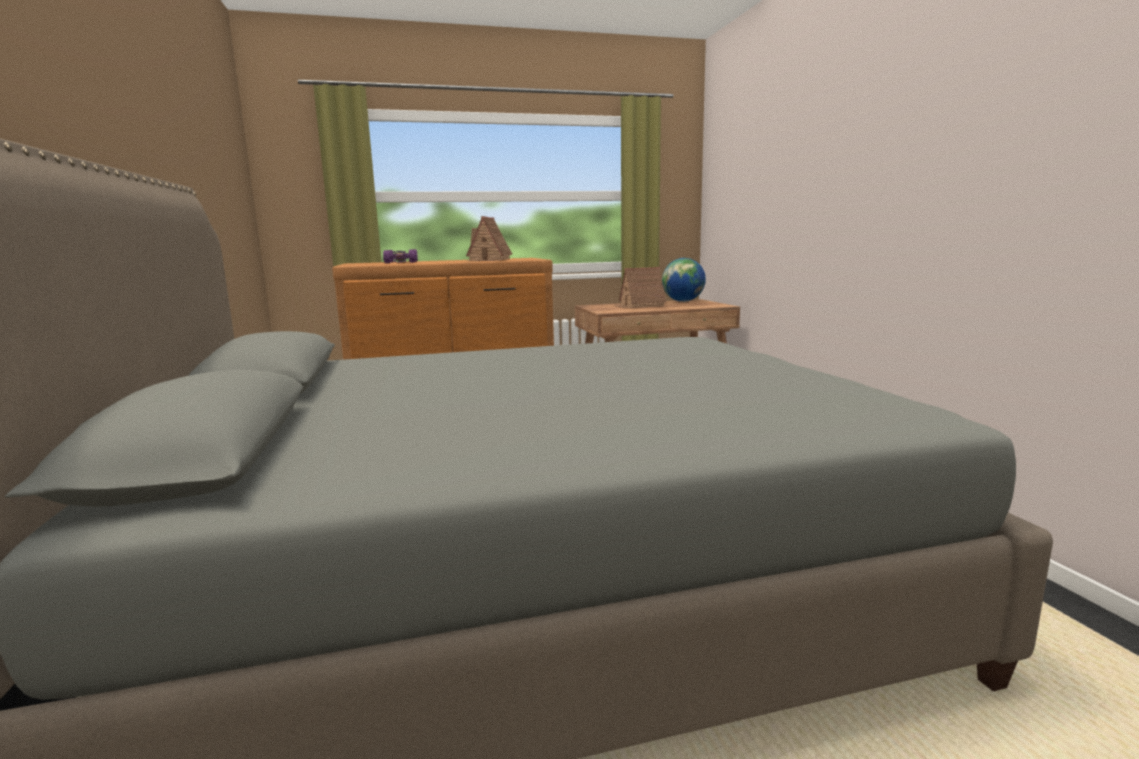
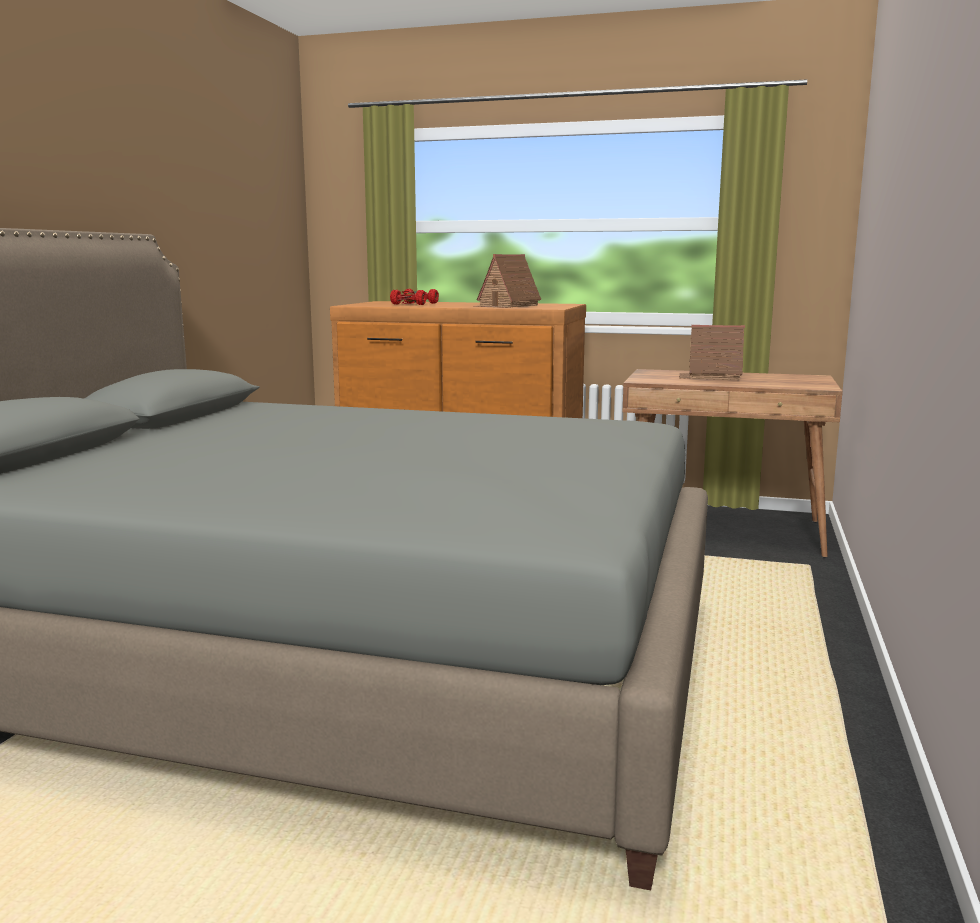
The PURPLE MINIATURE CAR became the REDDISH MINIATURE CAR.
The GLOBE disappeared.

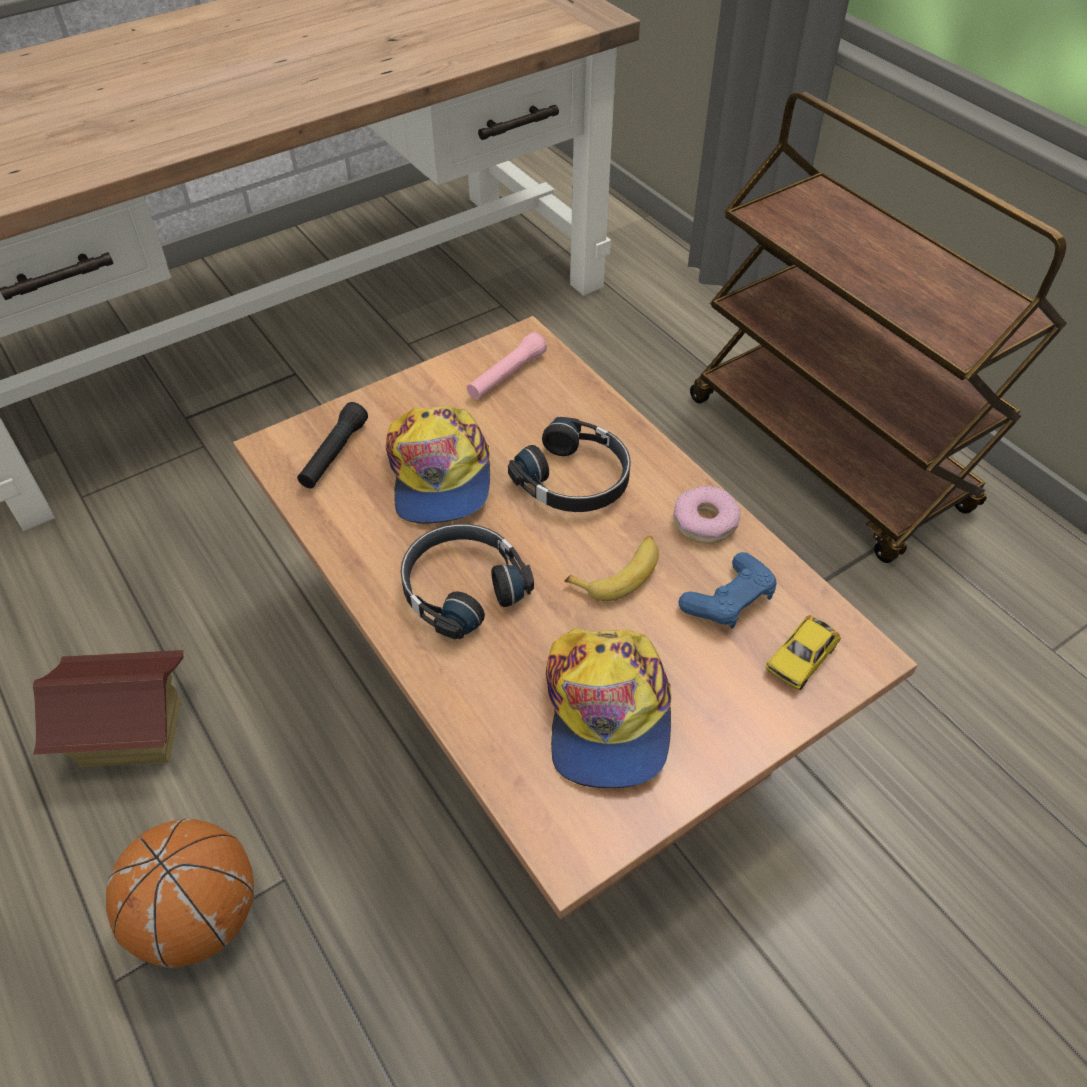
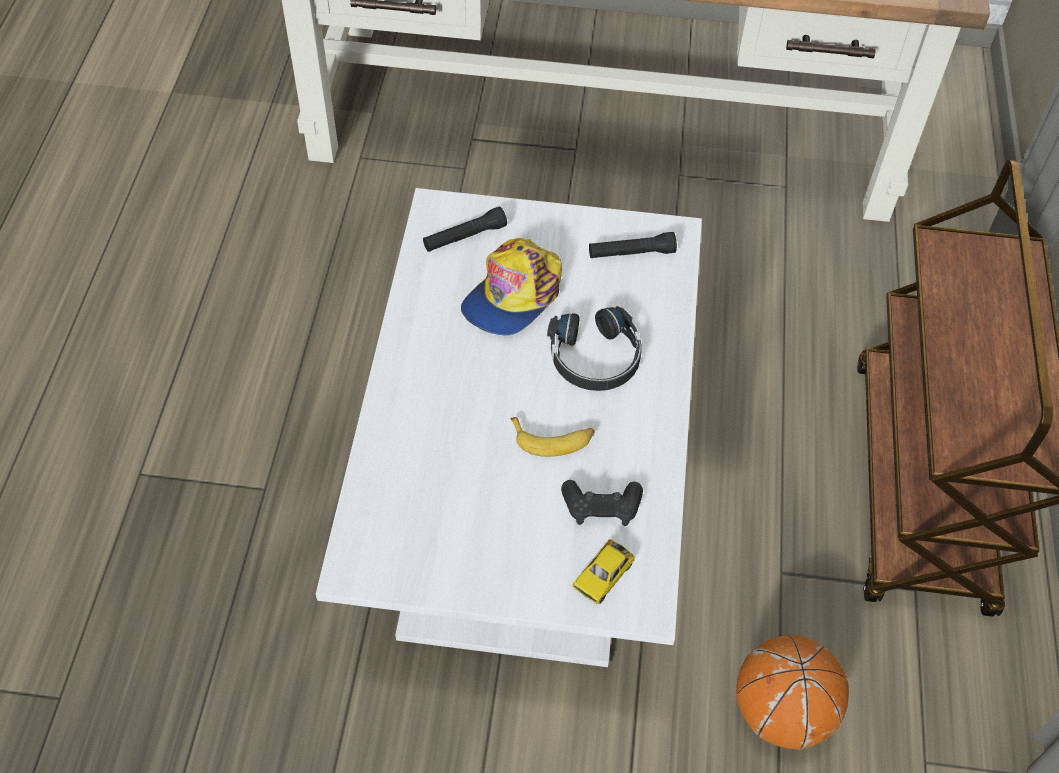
The BROWN-COLOURED COFFEE TABLE became the WHITISH COFFEE TABLE.
The BLUISH GAME CONTROLLER became the BLACKISH GAME CONTROLLER.
The MINIATURE CAR turned 45 degrees counterclockwise.
The PINKISH HAND TORCH became the BLACKISH HAND TORCH (2nd from left).
The BASKETBALL BALL moved.
The MINIATURE HOUSE disappeared.
The BLACKISH PAIR OF HEADPHONES (1st from left) disappeared.
The BASEBALL CAP (2nd from left) disappeared.
The DONUT disappeared.

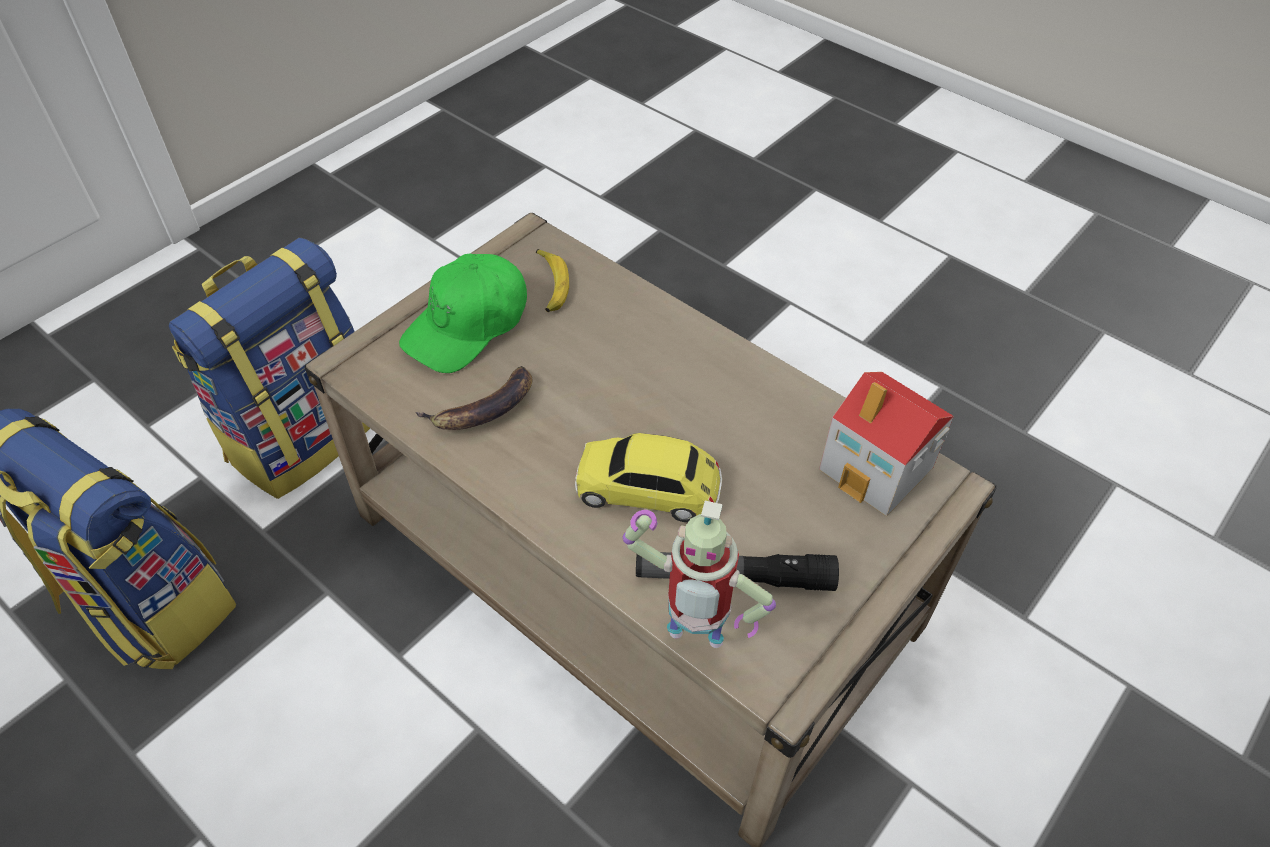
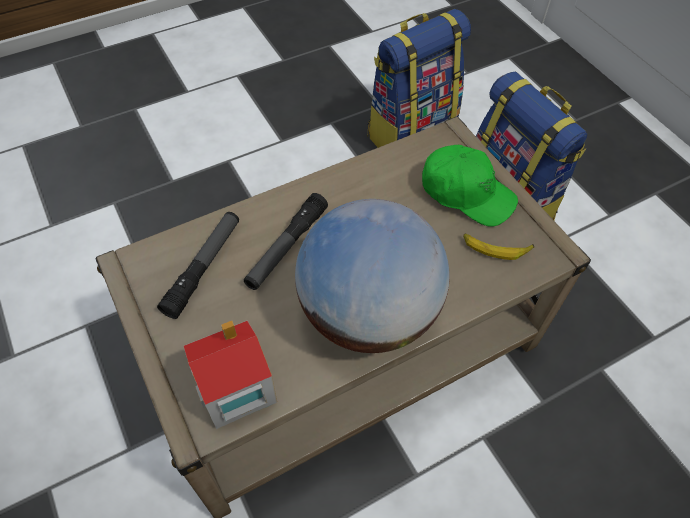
The MINIATURE CAR was replaced by the HAND TORCH (2nd from left).
The GLOBE appeared.
The GREEN-COLOURED BASEBALL CAP turned 150 degrees clockwise.
The WHOLE BANANA (1st from left) disappeared.
The ROBOT FIGURE disappeared.

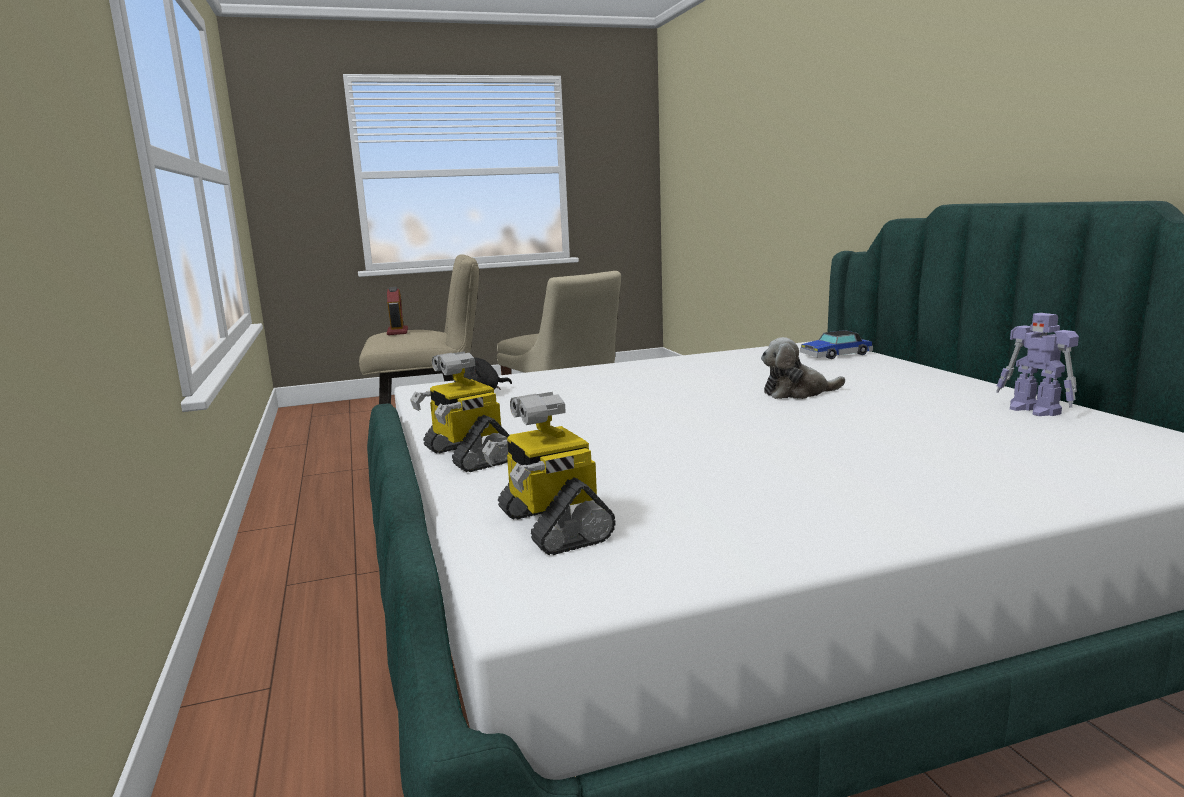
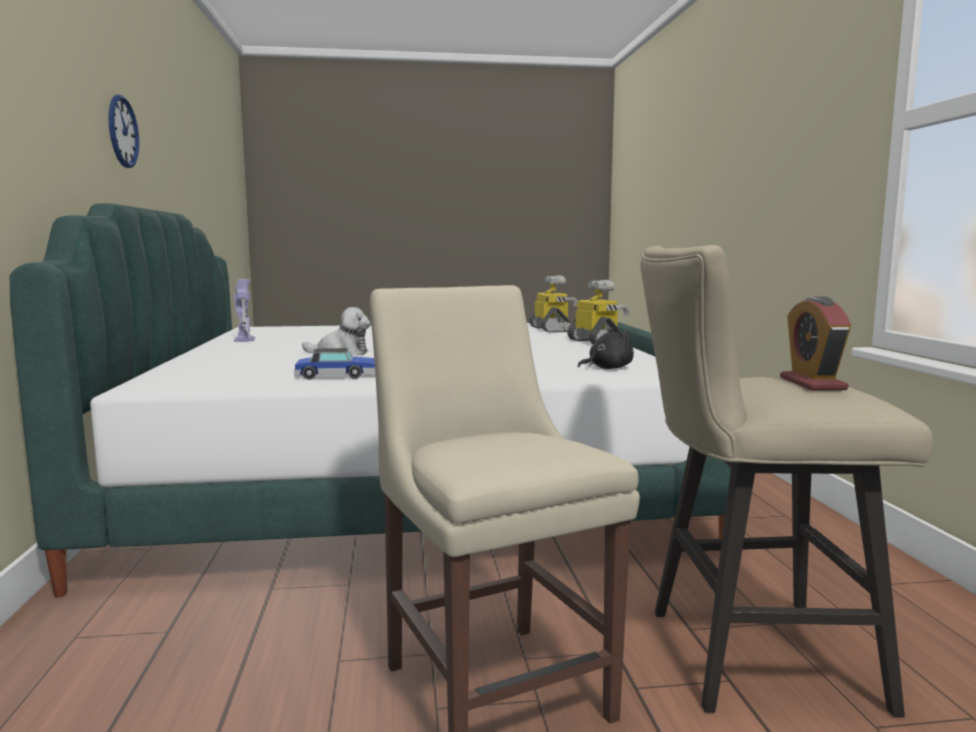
The HANGING CLOCK appeared.
The MINIATURE CAR moved.

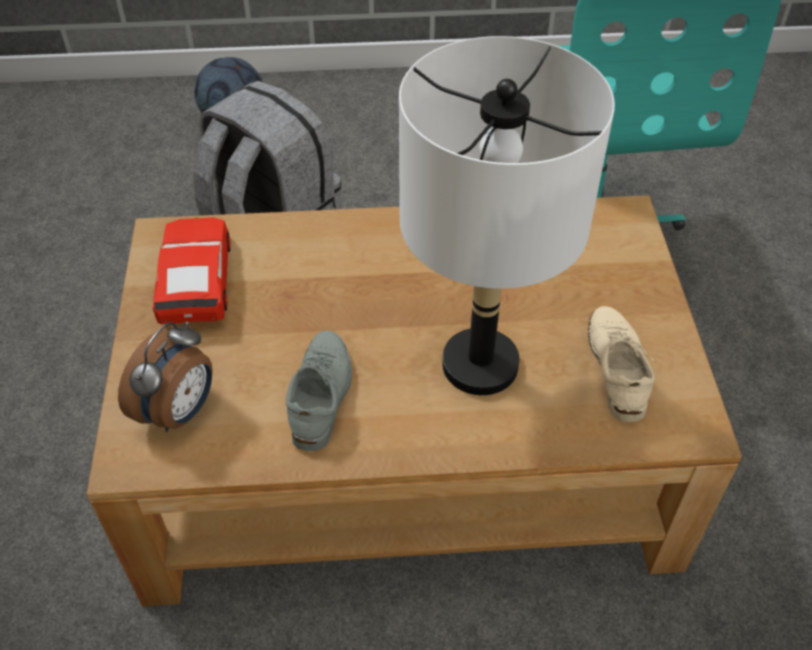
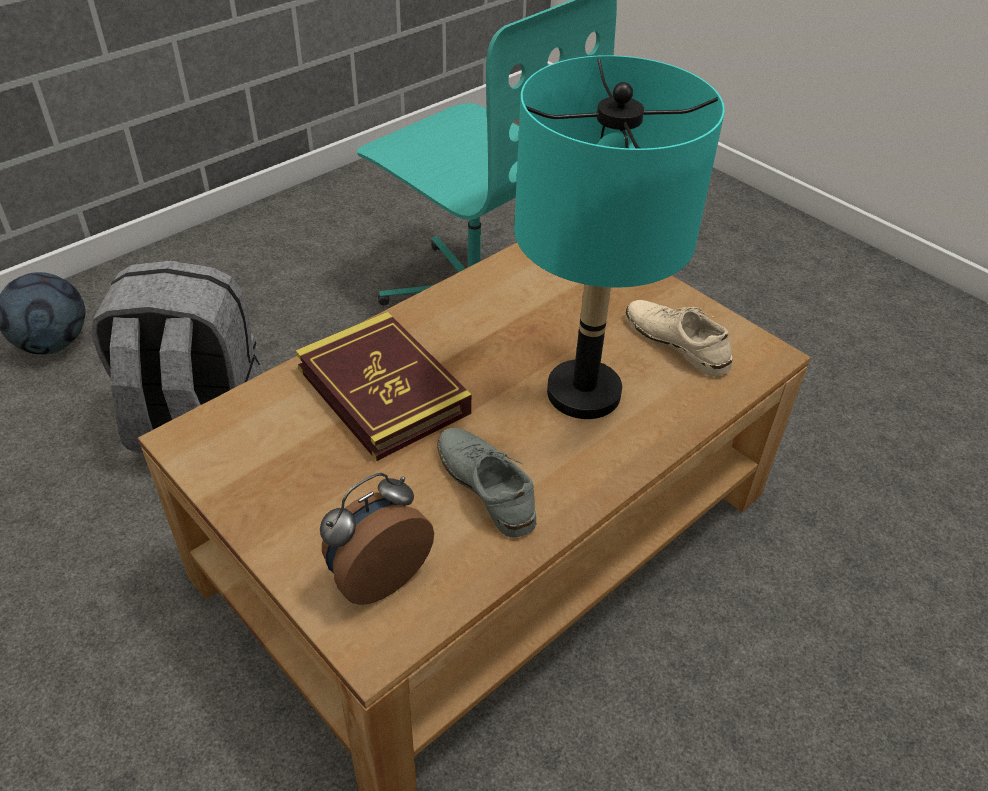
The BOOK appeared.
The ALARM CLOCK turned 120 degrees counterclockwise.
The WHITISH TABLETOP LAMP became the TURQUOISE-COLOURED TABLETOP LAMP.
The REDDISH MINIATURE CAR disappeared.

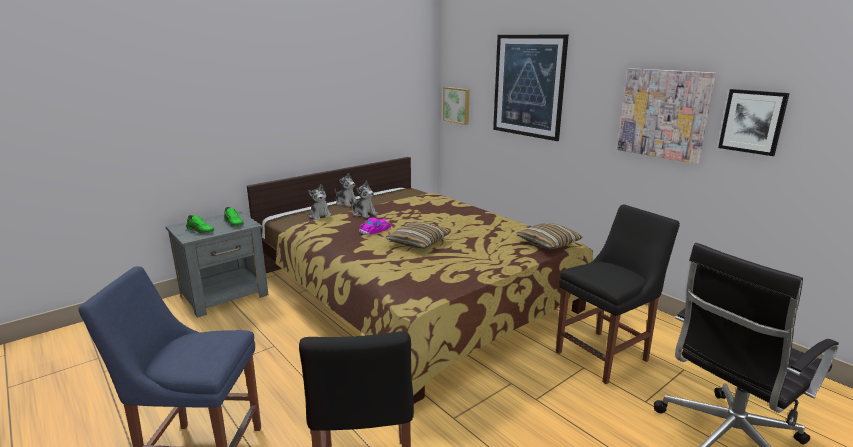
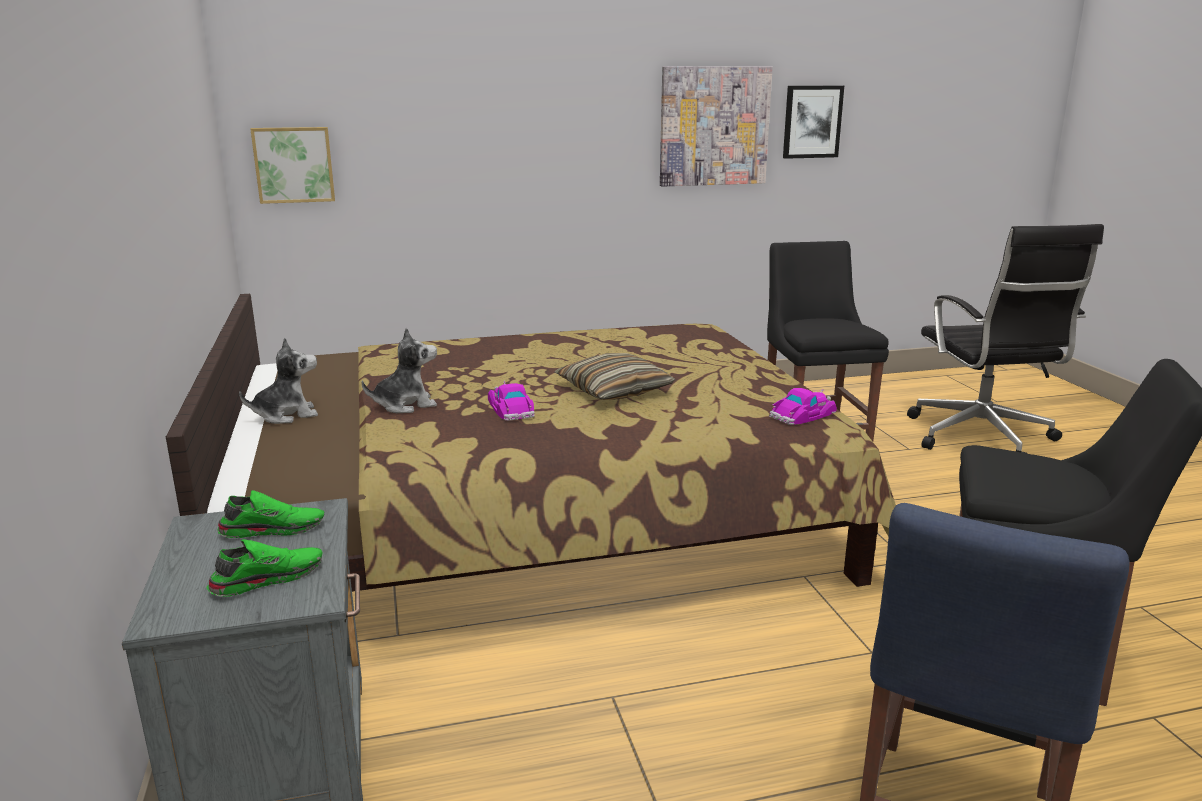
The MINIATURE CAR (2nd from left) appeared.
The CUDDLY TOY (1st from left) disappeared.
The WALL ART (2nd from left) disappeared.
The PILLOW (2nd from left) disappeared.

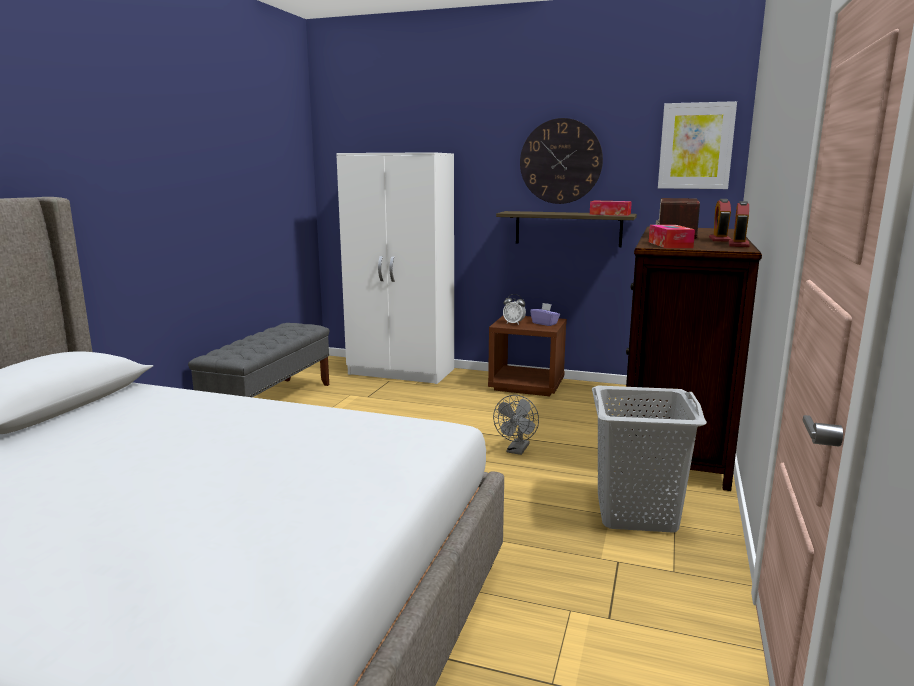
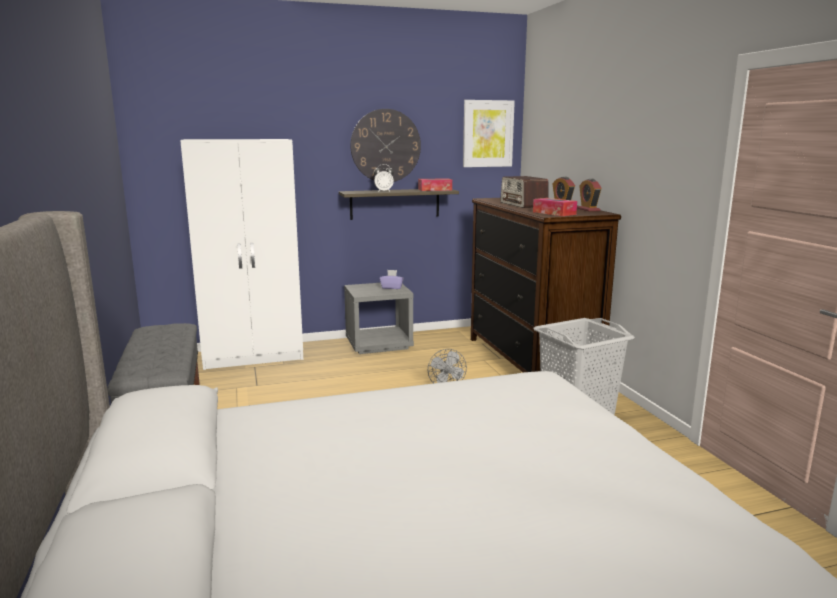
The BROWN-COLOURED NIGHT TABLE became the GREY NIGHT TABLE.
The ALARM CLOCK (1st from left) moved.

